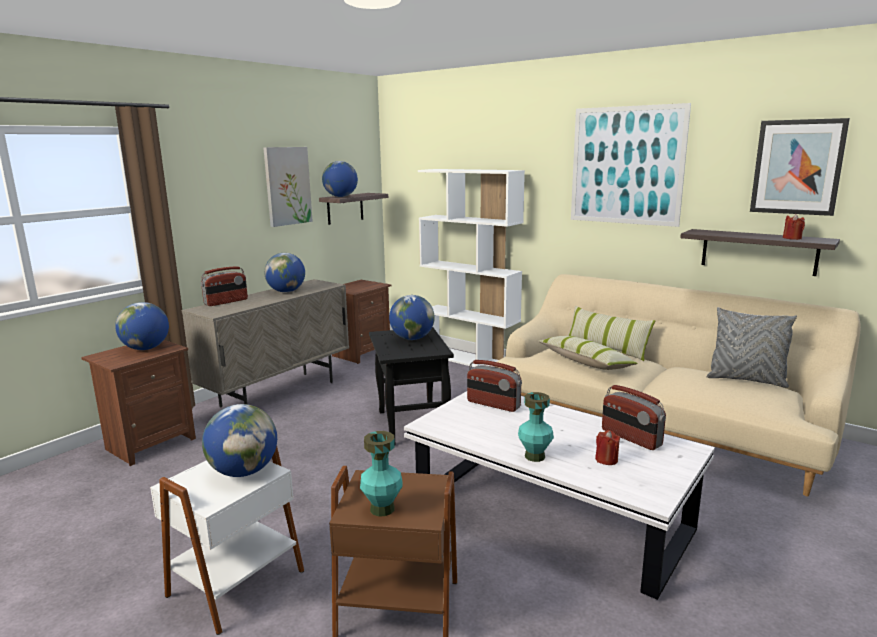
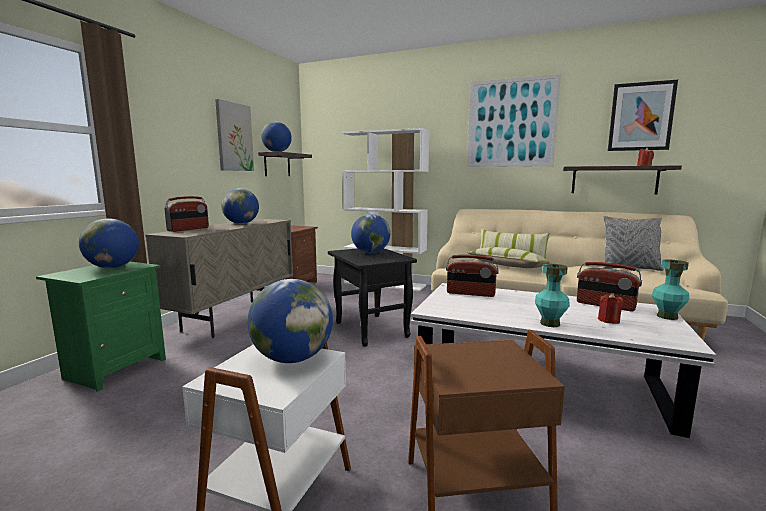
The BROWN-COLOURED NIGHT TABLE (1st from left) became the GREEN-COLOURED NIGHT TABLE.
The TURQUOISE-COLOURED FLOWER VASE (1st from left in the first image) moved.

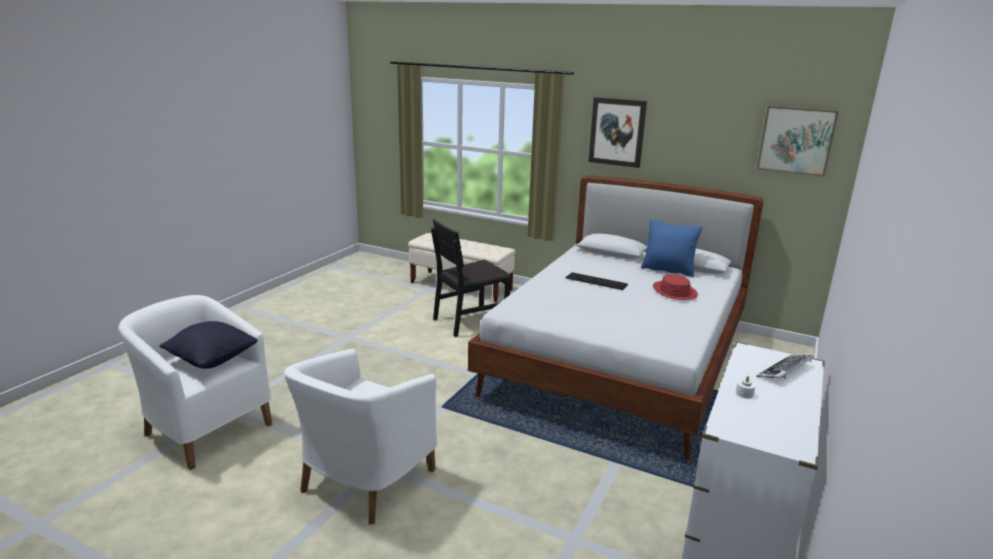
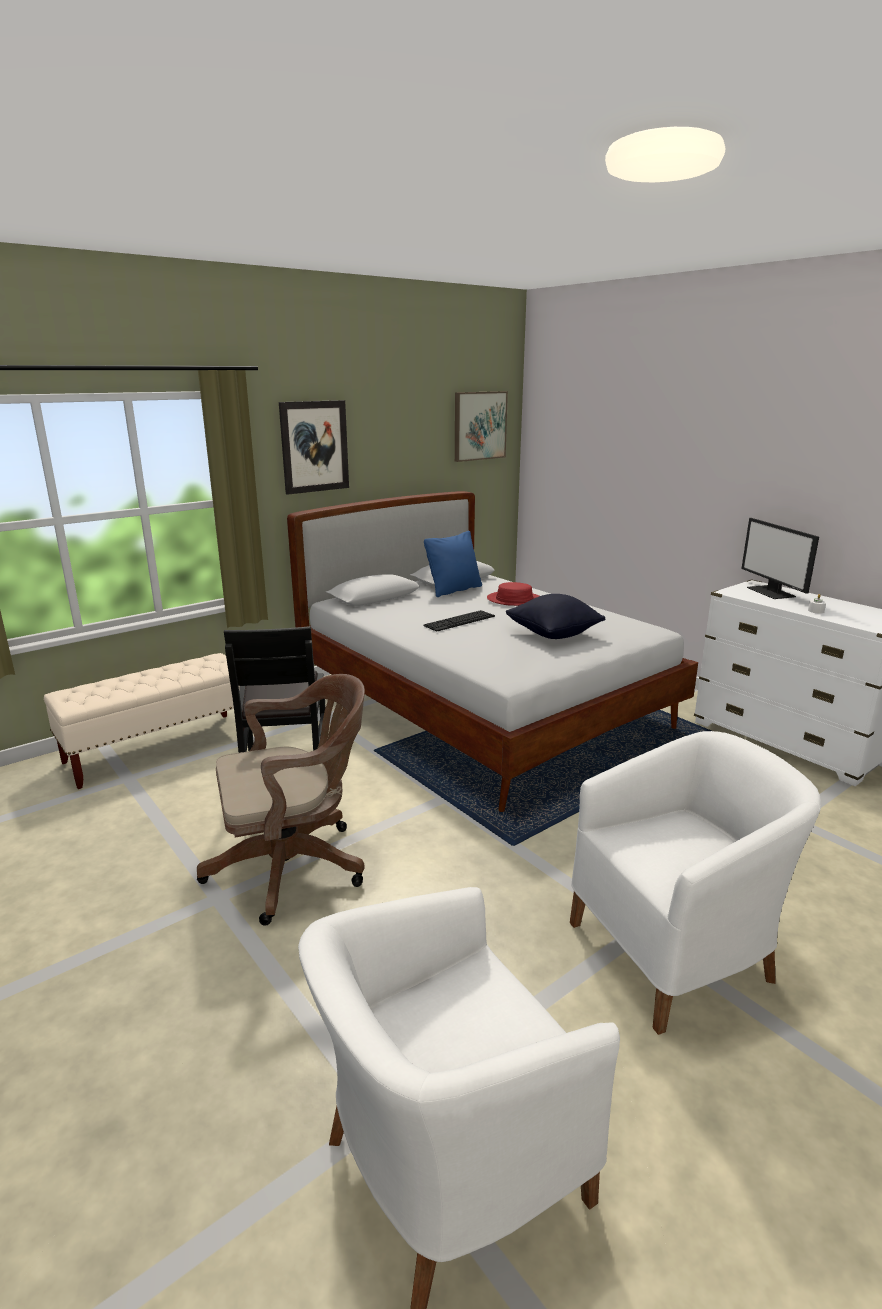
The BROWN-COLOURED OFFICE CHAIR appeared.
The BLACKISH PILLOW moved.
The WHITISH EASY CHAIR (2nd from left) turned 75 degrees counterclockwise.
The PC KEYBOARD (2nd from left) was replaced by the COMPUTER SCREEN.

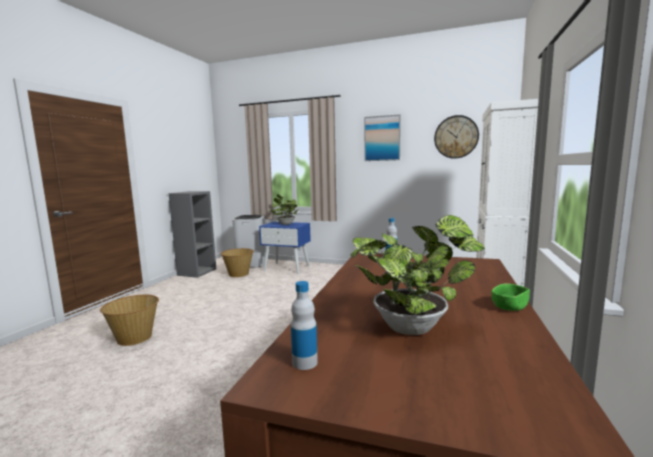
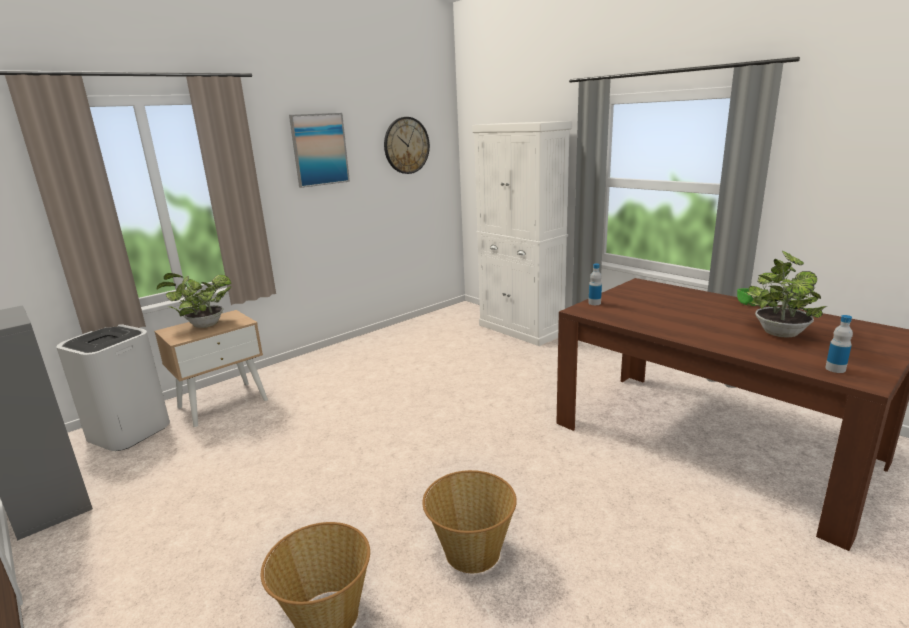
The BLUISH NIGHT TABLE became the BEIGE NIGHT TABLE.
The HOUSEHOLD BASKET (2nd from left) moved.

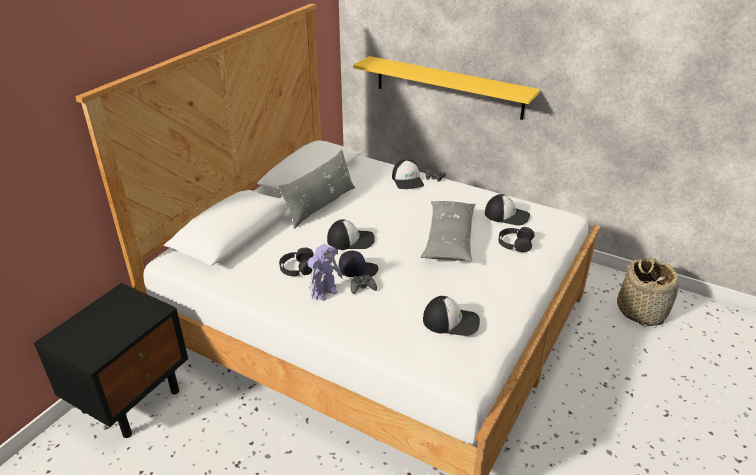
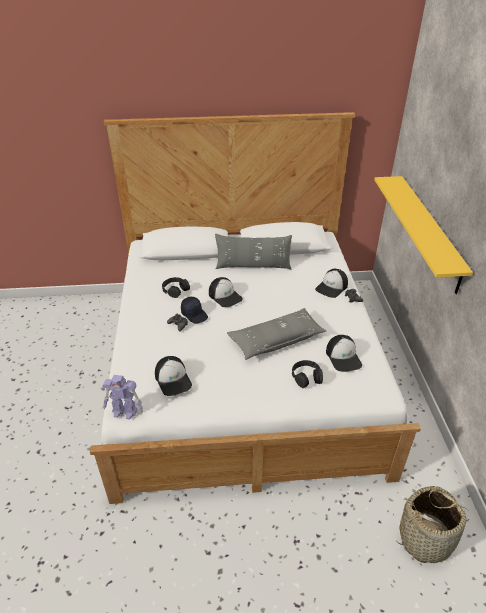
The ROBOT FIGURE moved.
The BLACKISH NIGHT TABLE disappeared.

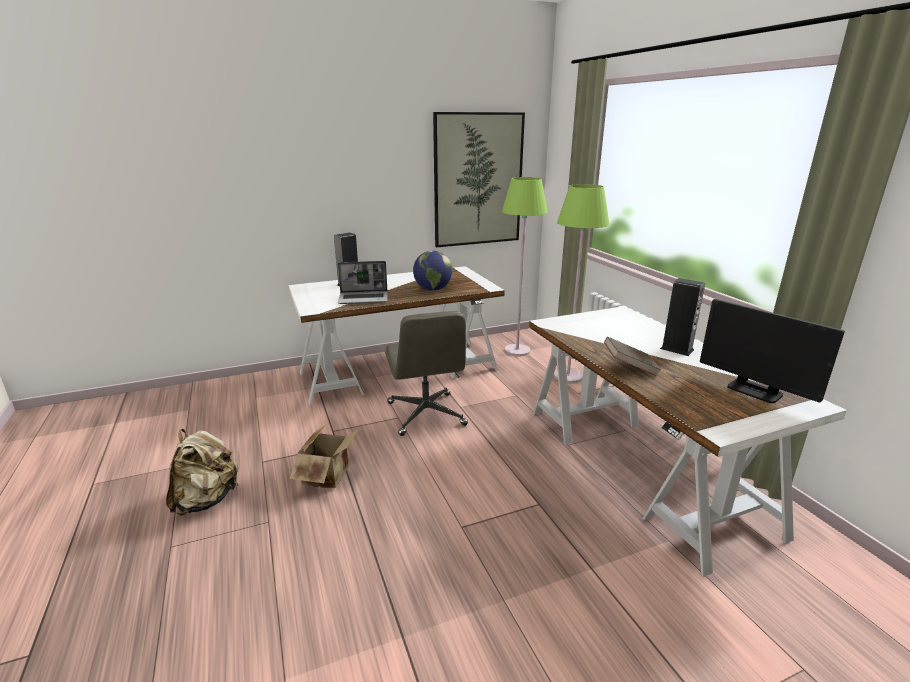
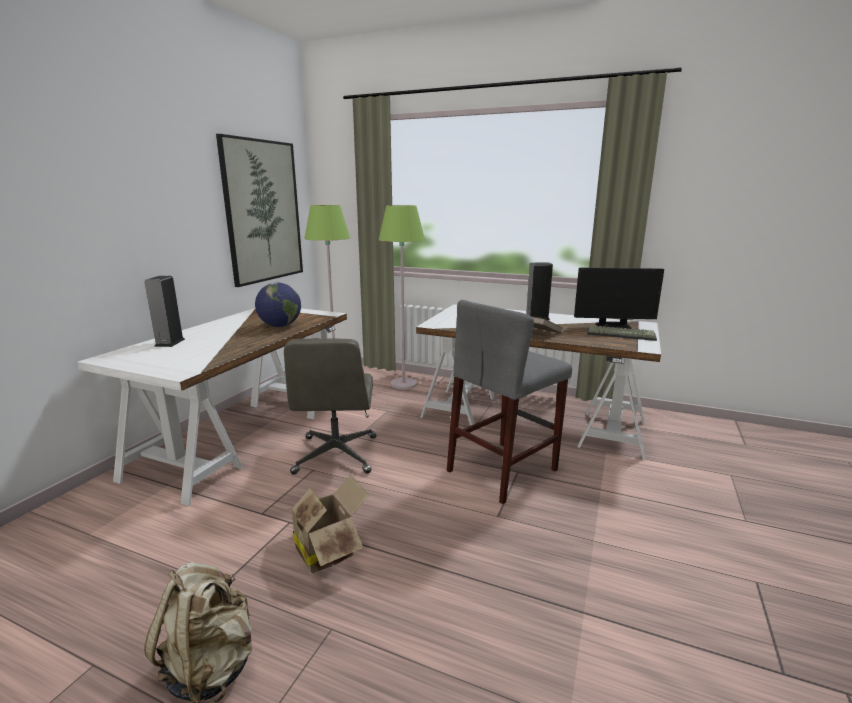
The GREY OFFICE CHAIR turned 60 degrees clockwise.
The GREY STOOL appeared.
The PC KEYBOARD appeared.
The PORTABLE COMPUTER disappeared.

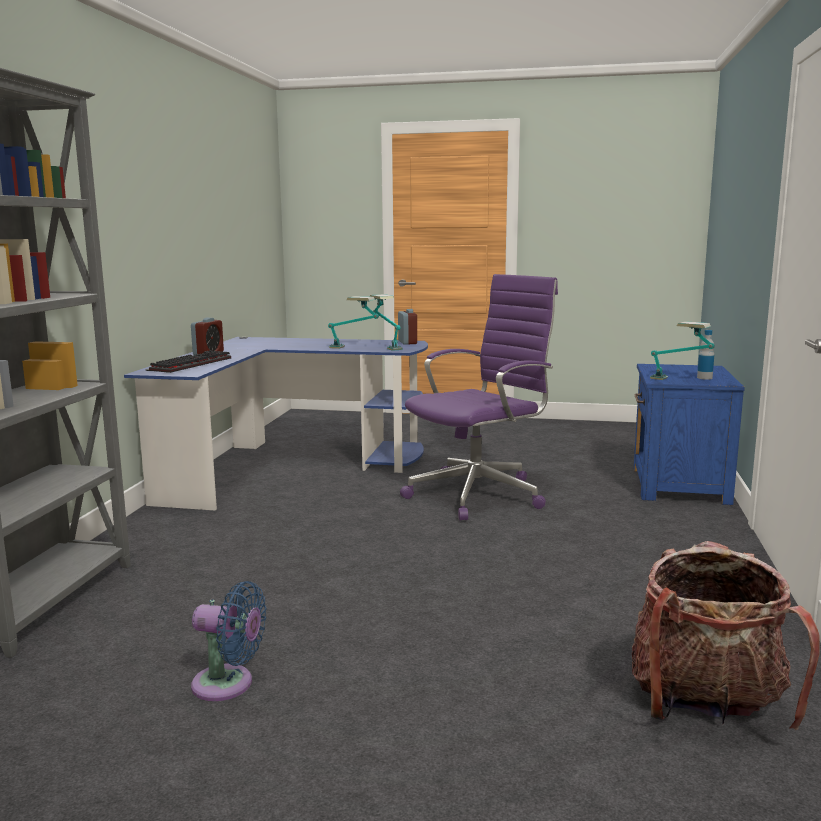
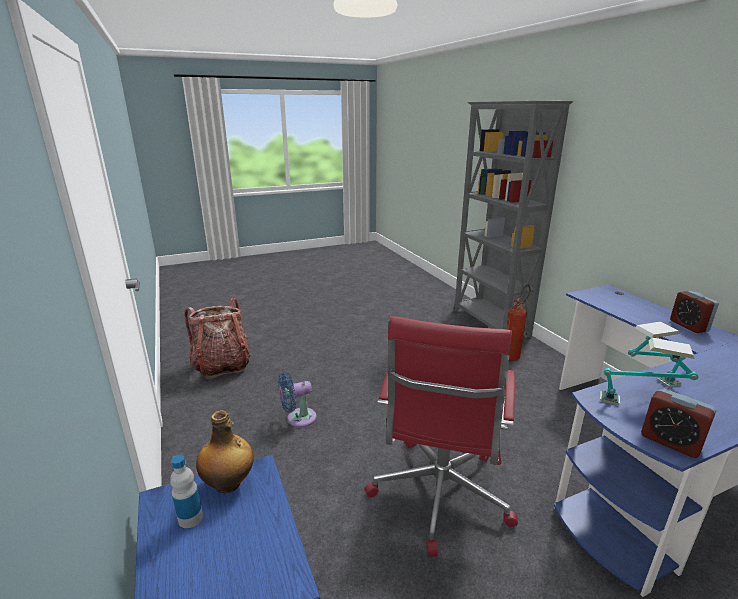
The TABLETOP LAMP (3rd from left) was replaced by the BOTTLE (2nd from left).
The BLUISH FAN moved.
The PURPLE OFFICE CHAIR became the REDDISH OFFICE CHAIR.
The EXTINGUISHER appeared.
The PC KEYBOARD disappeared.

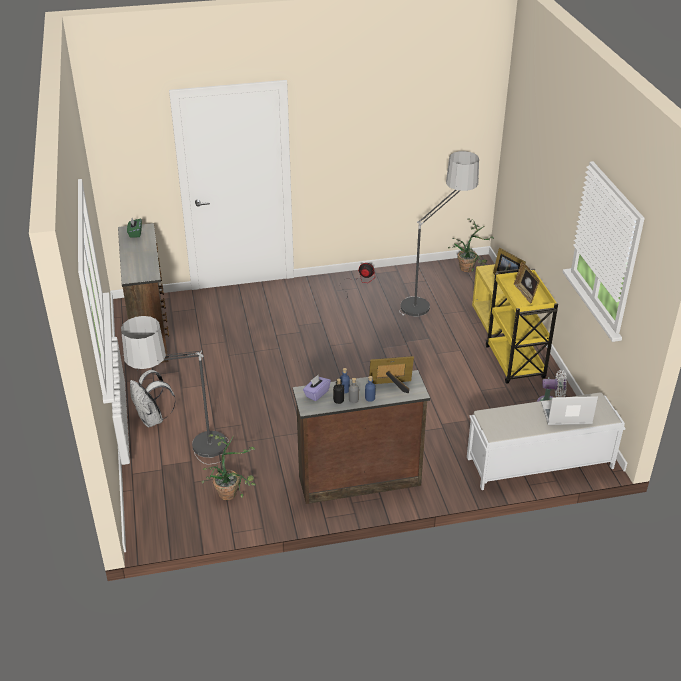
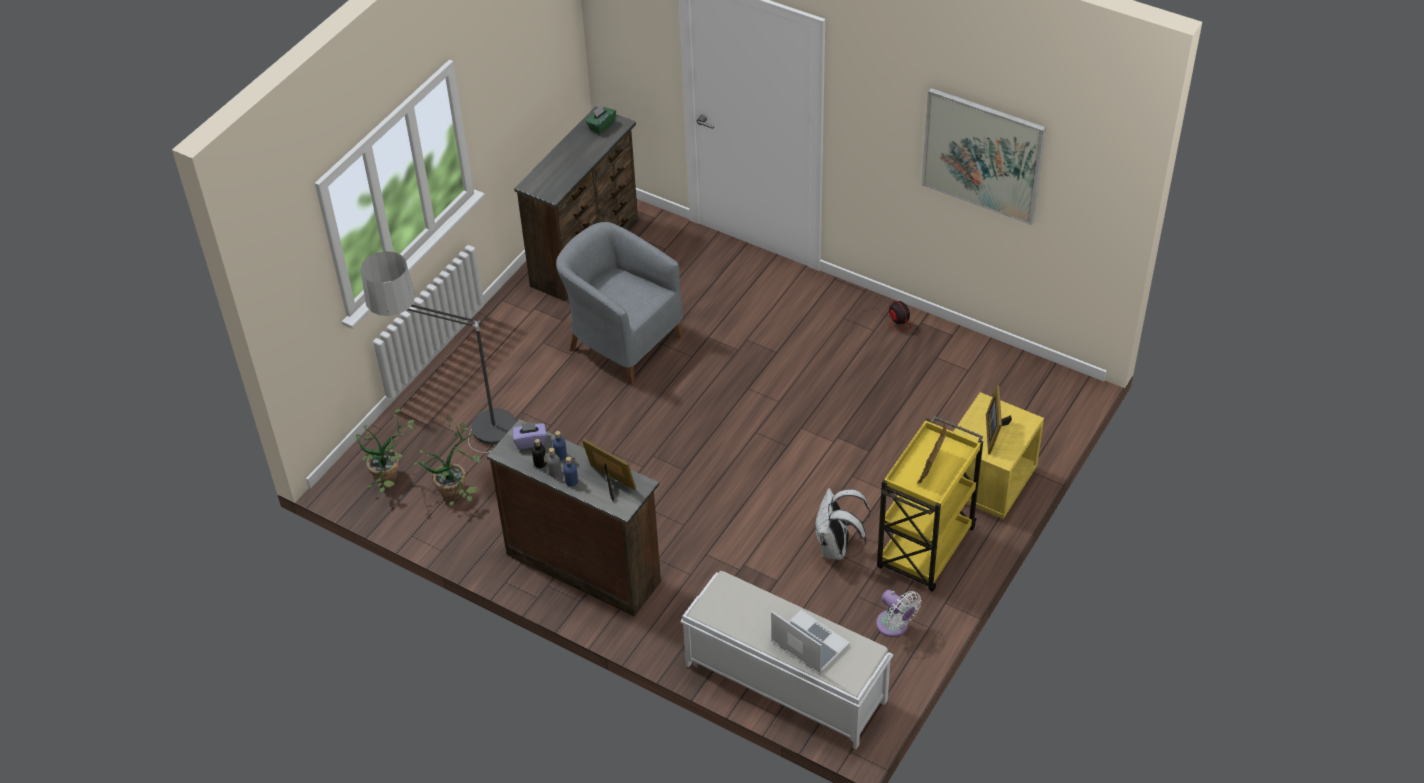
The HOUSEPLANT (2nd from left in the first image) moved.
The GREY EASY CHAIR appeared.
The WHITISH KNAPSACK moved.
The WALL ART appeared.
The STANDING LAMP (2nd from left) disappeared.

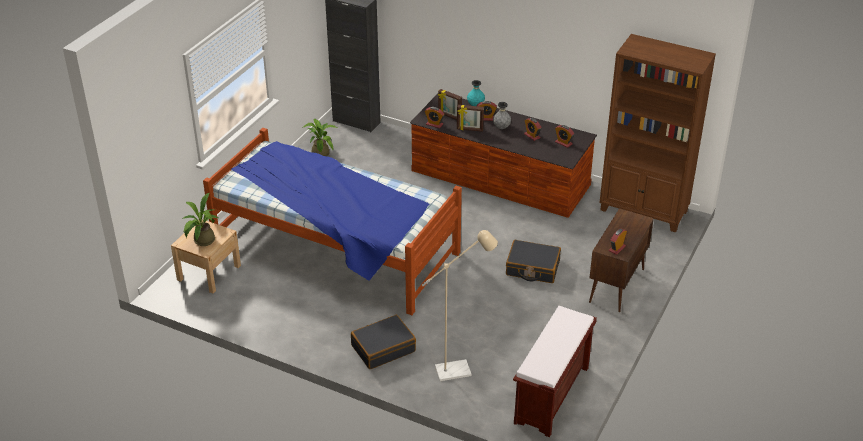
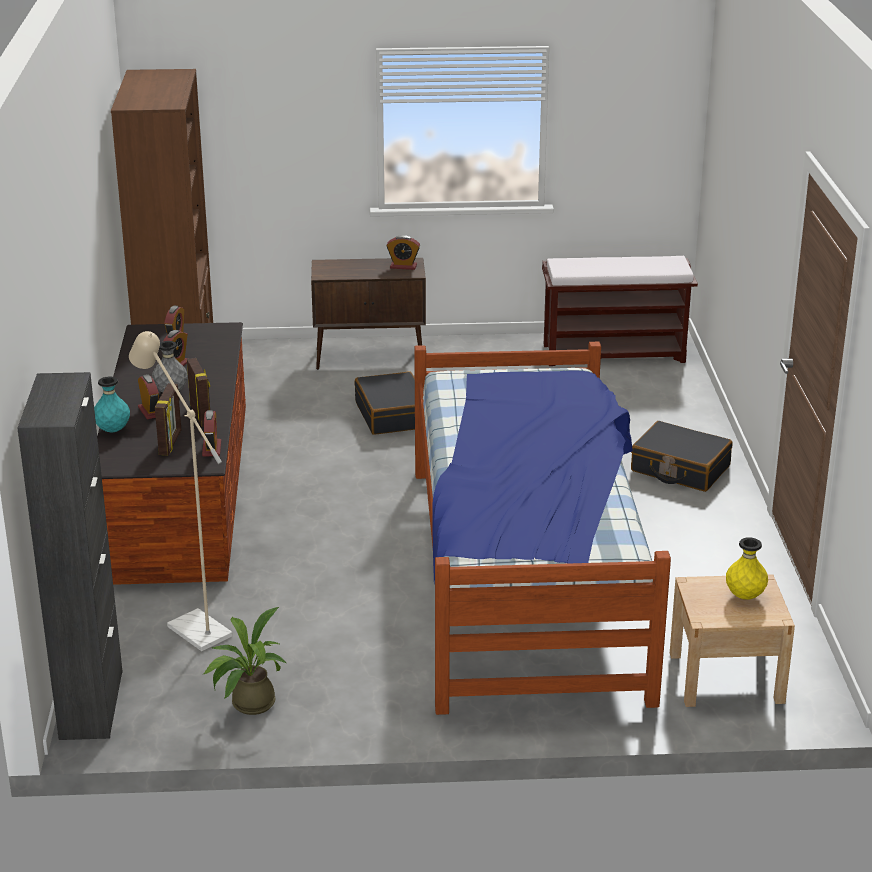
The BEIGE STANDING LAMP moved.
The HOUSEPLANT (1st from left) was replaced by the YELLOW FLOWER VASE.

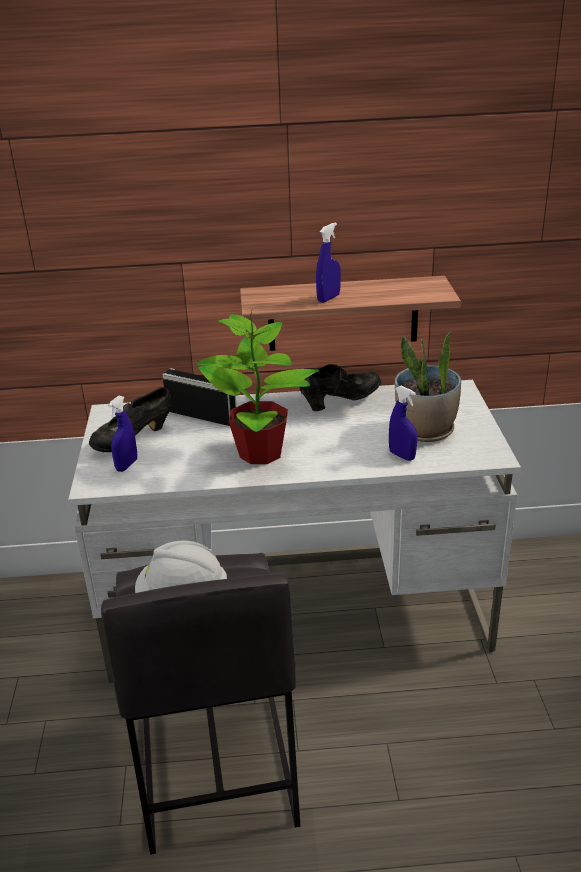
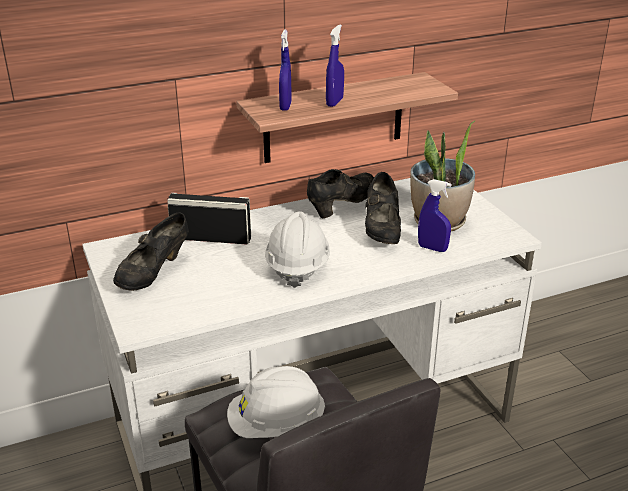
The HOUSEPLANT (1st from left) was replaced by the WHITISH WORK HELMET (2nd from left).
The BLUISH SPRAY BOTTLE (1st from left) moved.
The BLACKISH SHOE (3rd from left) appeared.

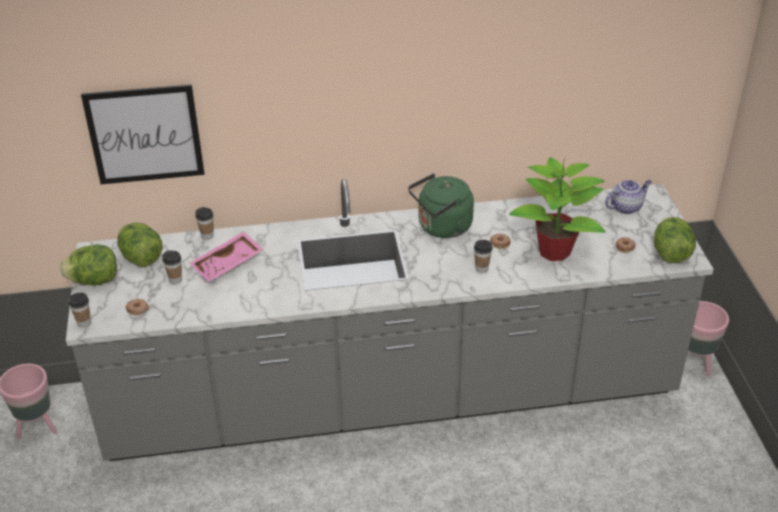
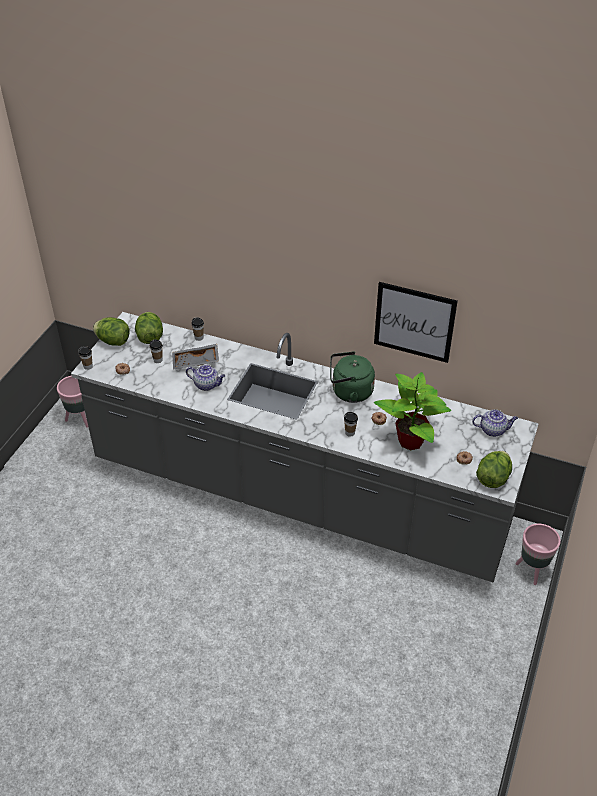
The PINKISH TRAY became the GREY TRAY.
The POT FOR TEA (1st from left) appeared.
The WALL ART moved.

